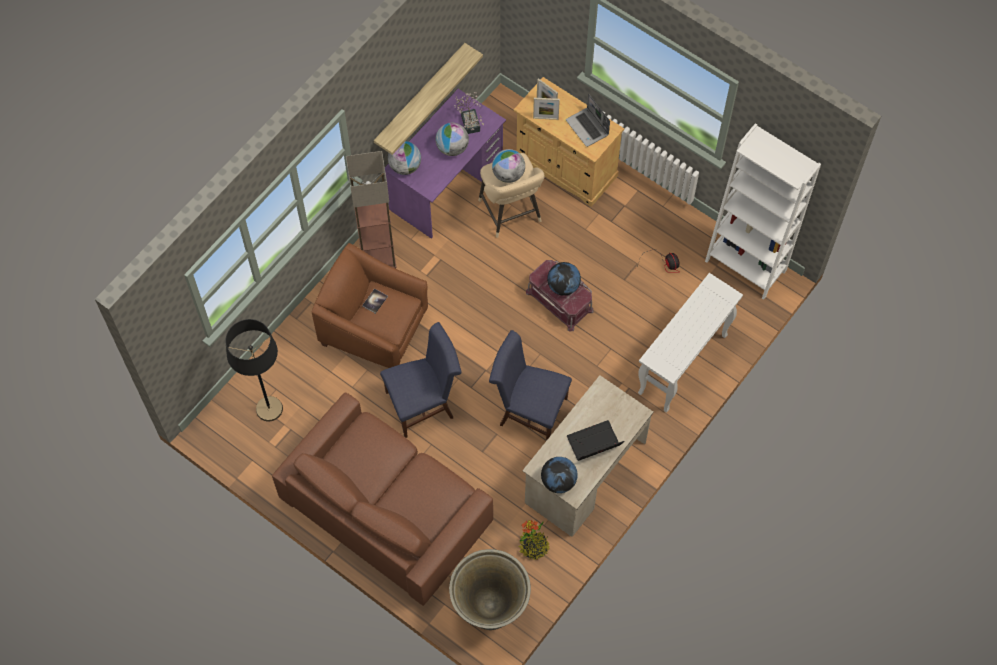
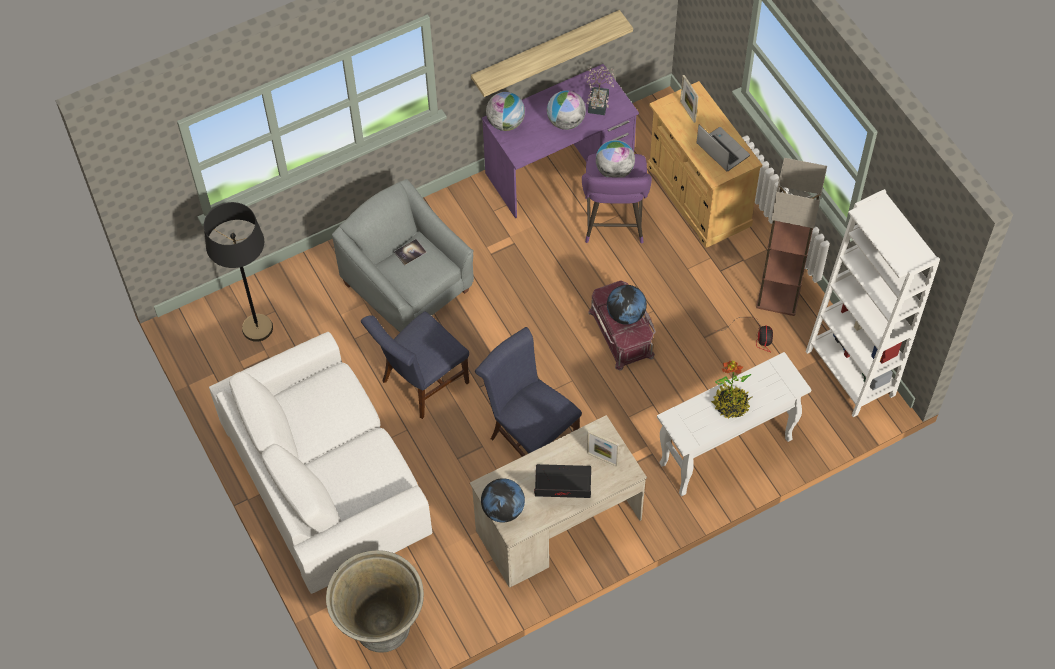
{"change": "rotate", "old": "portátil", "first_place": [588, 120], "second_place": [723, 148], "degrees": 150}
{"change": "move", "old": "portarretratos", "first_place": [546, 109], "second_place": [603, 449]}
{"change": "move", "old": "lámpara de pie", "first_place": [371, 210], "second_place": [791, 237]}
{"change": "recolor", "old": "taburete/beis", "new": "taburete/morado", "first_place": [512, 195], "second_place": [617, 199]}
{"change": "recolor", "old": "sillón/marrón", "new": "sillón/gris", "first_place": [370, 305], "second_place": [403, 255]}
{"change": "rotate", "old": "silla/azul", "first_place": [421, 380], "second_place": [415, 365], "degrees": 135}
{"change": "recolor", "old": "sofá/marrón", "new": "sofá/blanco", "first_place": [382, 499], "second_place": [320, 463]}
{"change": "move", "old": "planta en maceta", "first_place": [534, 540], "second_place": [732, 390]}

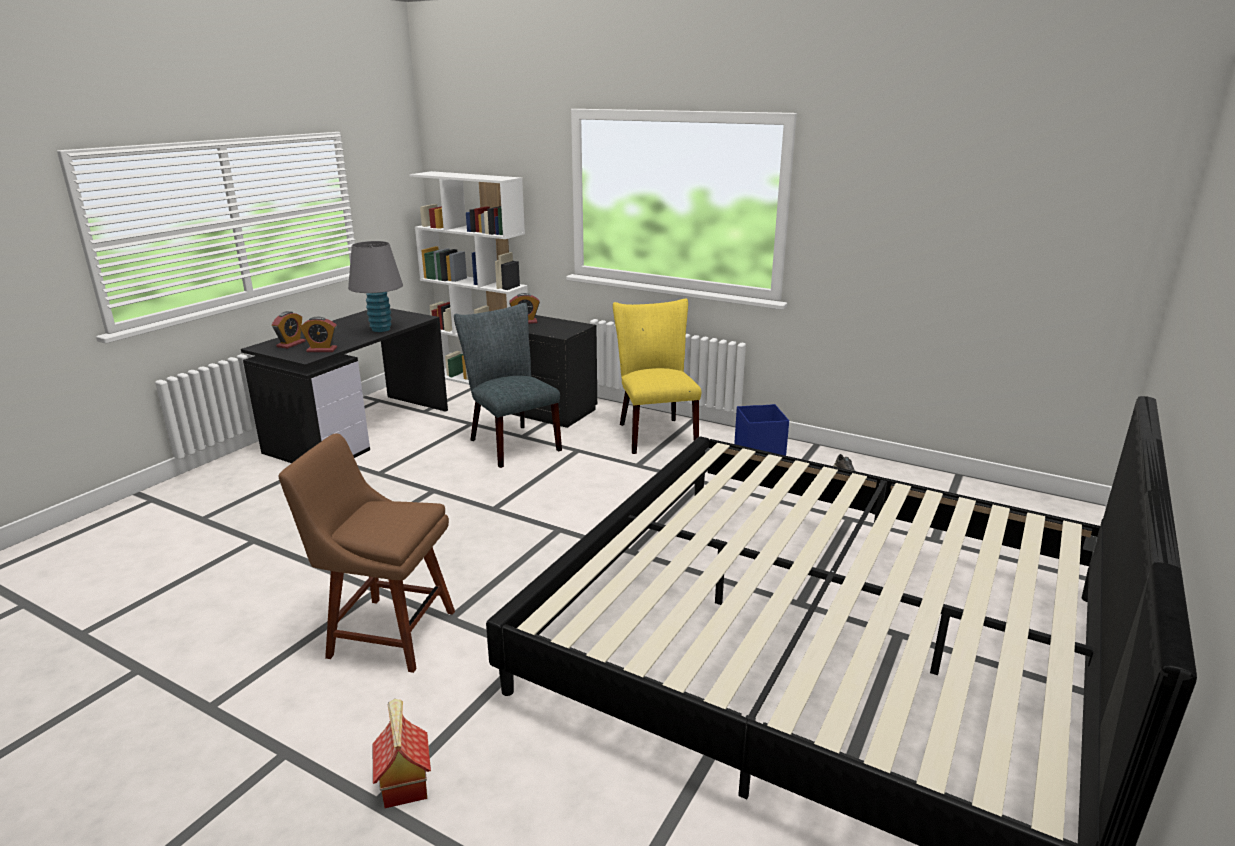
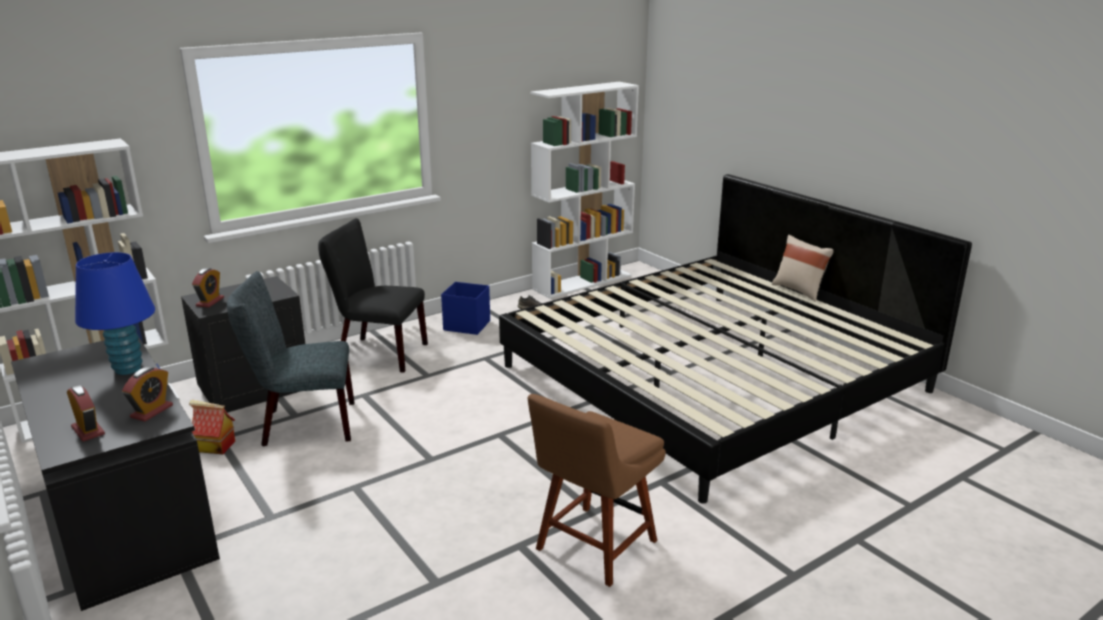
{"change": "recolor", "old": "lámpara de mesa/gris", "new": "lámpara de mesa/azul", "first_place": [375, 286], "second_place": [115, 313]}
{"change": "recolor", "old": "silla/amarillo", "new": "silla/negro", "first_place": [657, 376], "second_place": [373, 295]}
{"change": "move", "old": "casita", "first_place": [401, 753], "second_place": [212, 427]}
{"change": "insert", "new": "estantería/blanco", "second_place": [584, 190]}
{"change": "insert", "new": "cojín/beis", "second_place": [802, 268]}

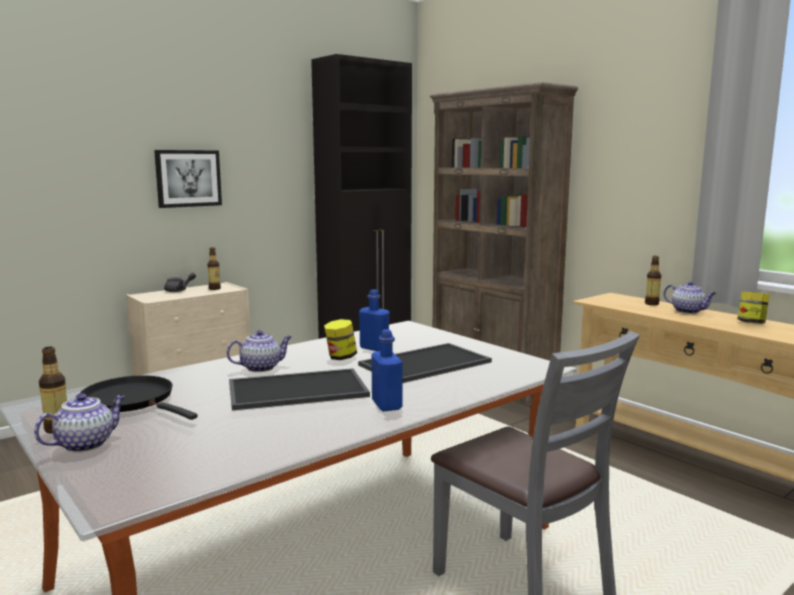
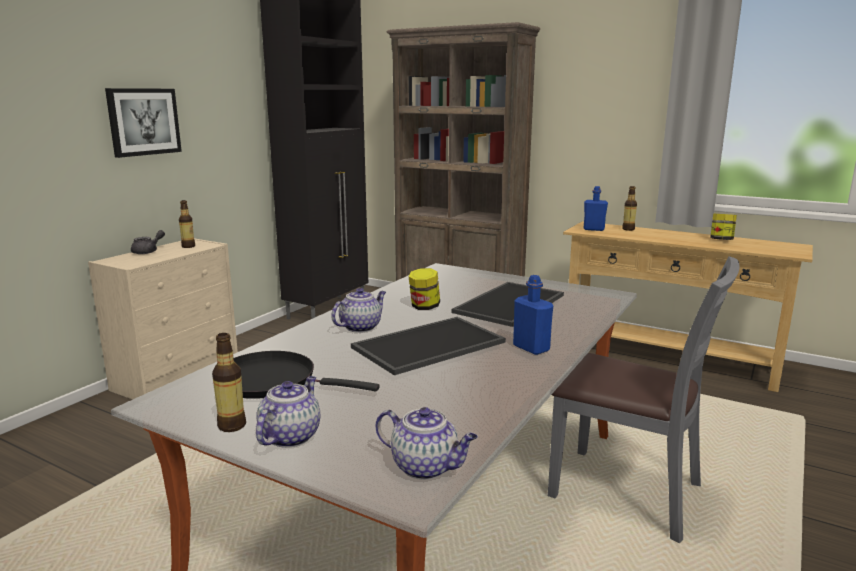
{"change": "move", "old": "tetera", "first_place": [690, 297], "second_place": [426, 443]}
{"change": "move", "old": "botella/azul", "first_place": [374, 320], "second_place": [596, 208]}

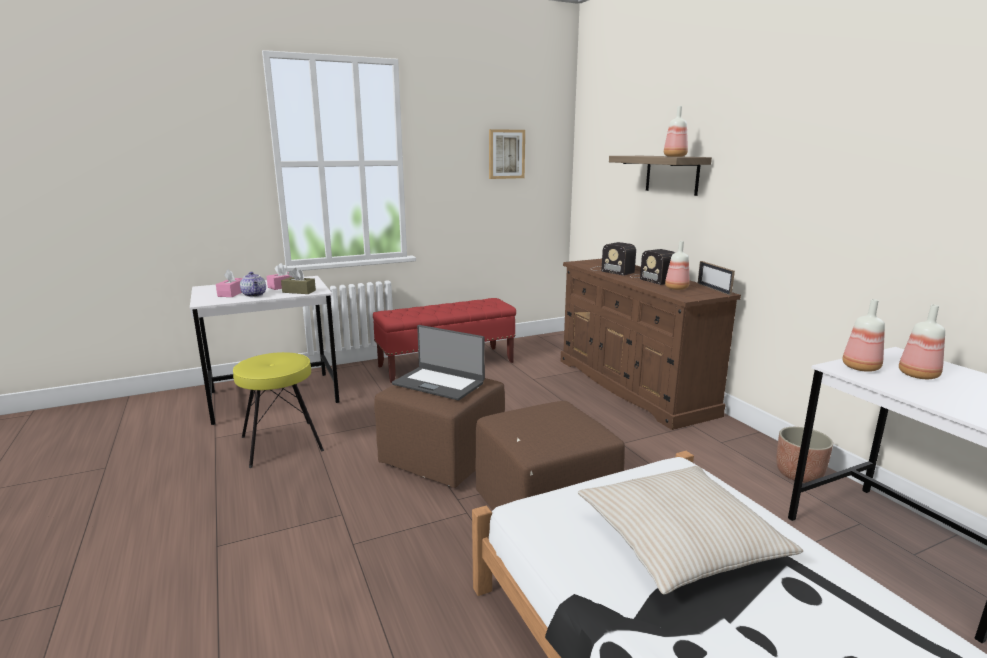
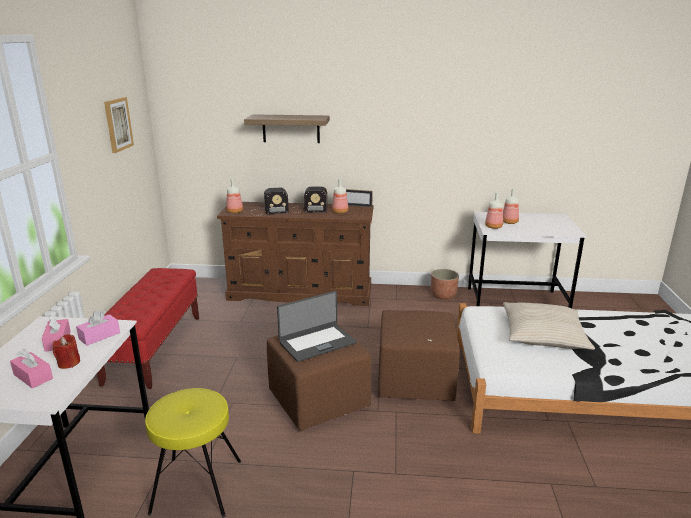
{"change": "move", "old": "botella", "first_place": [676, 131], "second_place": [234, 196]}
{"change": "recolor", "old": "caja de pañuelos/marrón", "new": "caja de pañuelos/rosa", "first_place": [298, 281], "second_place": [98, 328]}
{"change": "replace", "old": "tetera", "new": "vela/rojo", "first_place": [253, 284], "second_place": [66, 351]}

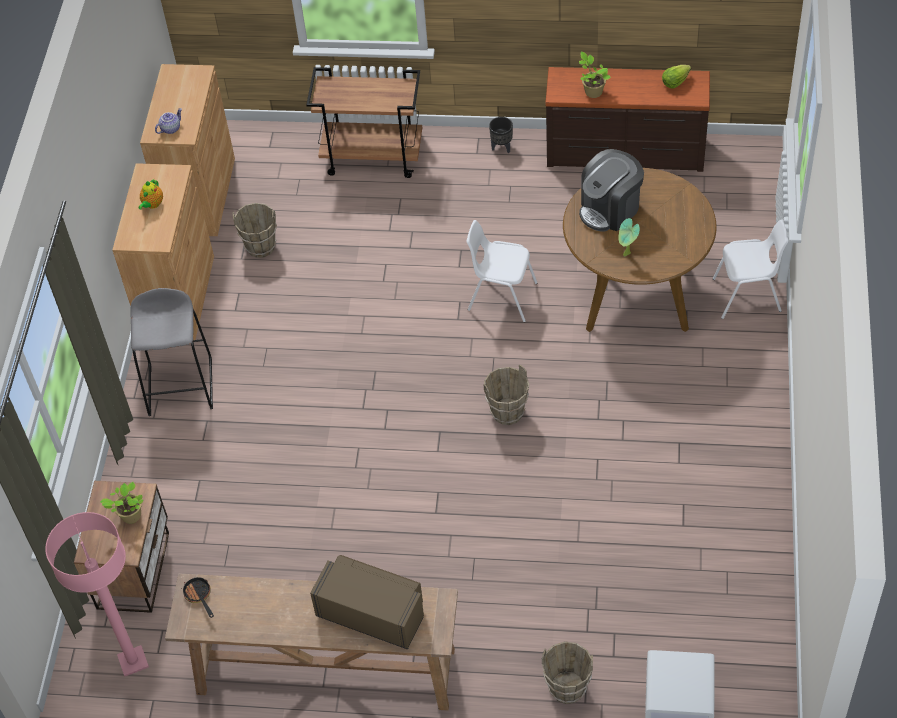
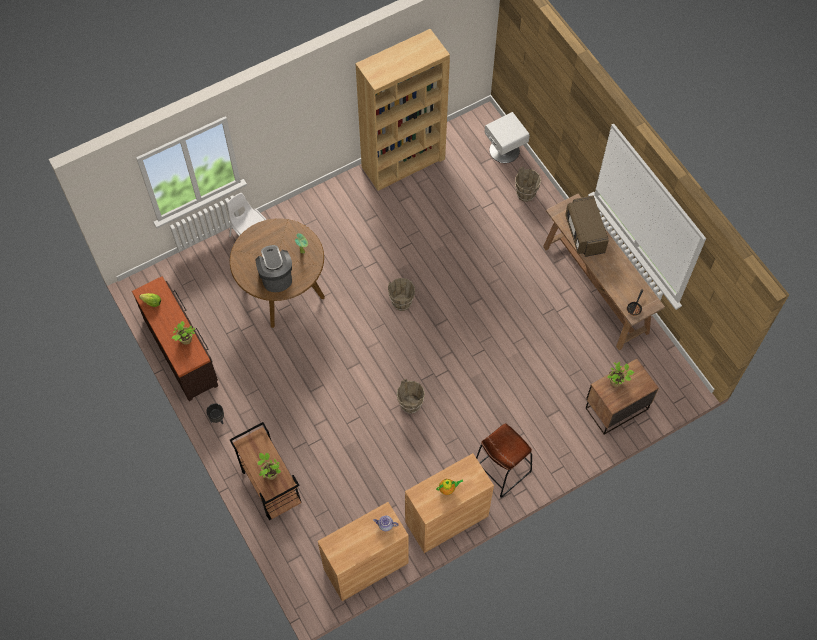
{"change": "rotate", "old": "cafetera", "first_place": [611, 190], "second_place": [273, 268], "degrees": -120}
{"change": "move", "old": "cubo/marrón", "first_place": [255, 230], "second_place": [411, 396]}
{"change": "delete", "old": "silla/blanco", "first_place": [502, 271]}
{"change": "recolor", "old": "taburete/gris", "new": "taburete/marrón", "first_place": [171, 352], "second_place": [504, 460]}
{"change": "delete", "old": "lámpara de pie/rosa", "first_place": [97, 594]}
{"change": "insert", "new": "estantería/marrón", "second_place": [402, 110]}
{"change": "insert", "new": "planta en maceta", "second_place": [269, 466]}

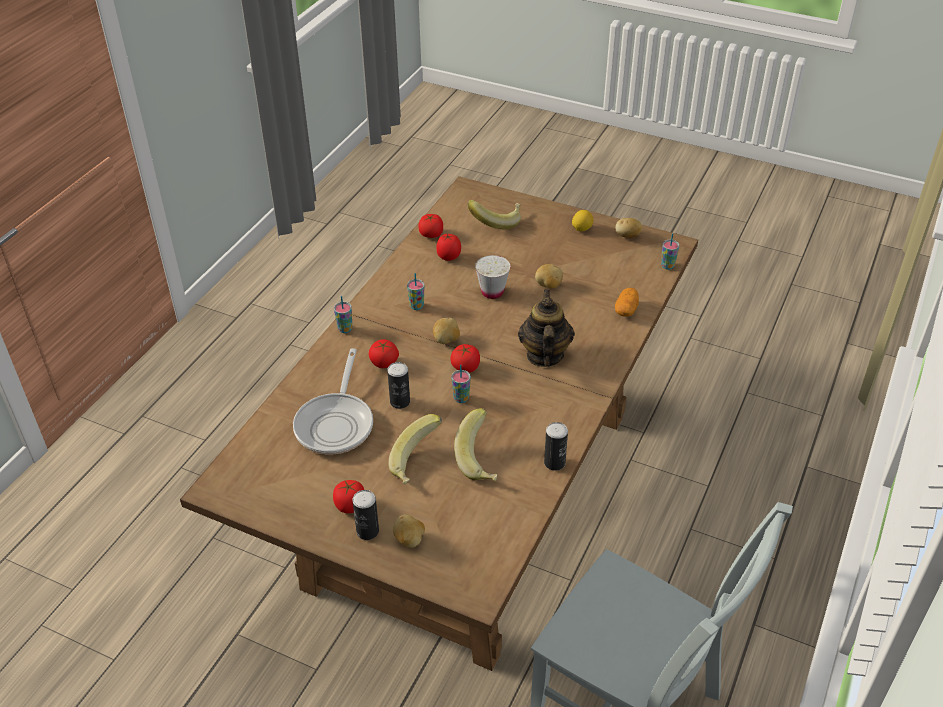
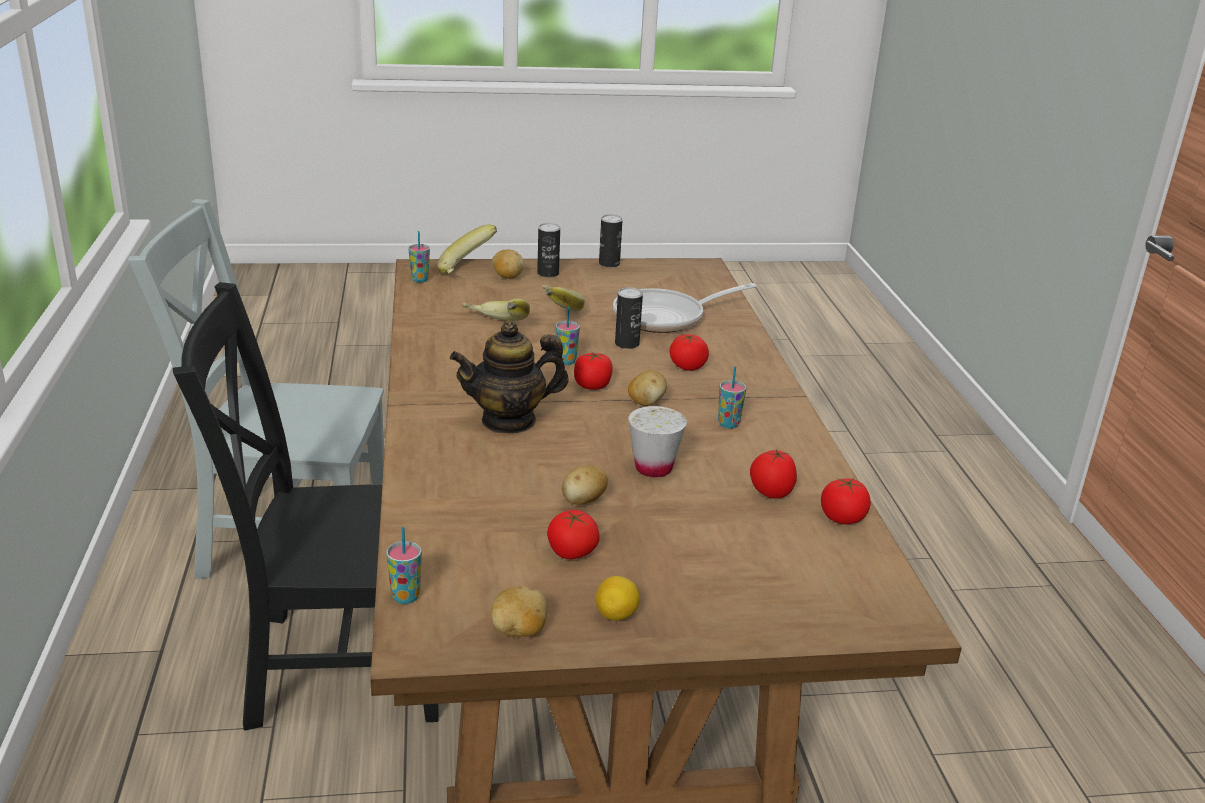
{"change": "move", "old": "plátano", "first_place": [494, 214], "second_place": [467, 249]}
{"change": "delete", "old": "patata", "first_place": [627, 302]}
{"change": "rotate", "old": "tetera", "first_place": [546, 328], "second_place": [509, 377], "degrees": 105}
{"change": "move", "old": "taza", "first_place": [343, 314], "second_place": [419, 257]}
{"change": "rotate", "old": "sartén", "first_place": [333, 401], "second_place": [684, 308], "degrees": -90}
{"change": "move", "old": "lata", "first_place": [556, 446], "second_place": [610, 241]}
{"change": "move", "old": "tomate", "first_place": [348, 497], "second_place": [573, 534]}
{"change": "insert", "new": "silla/negro", "second_place": [305, 506]}

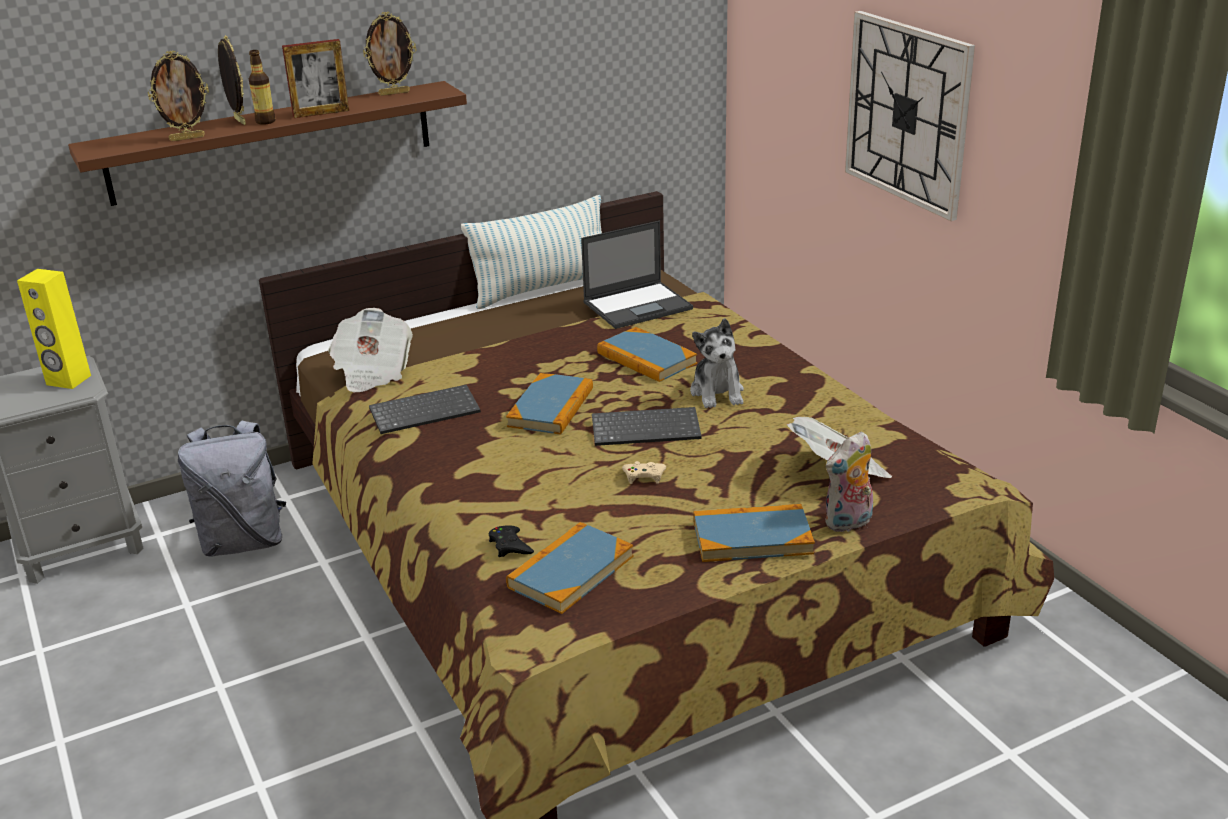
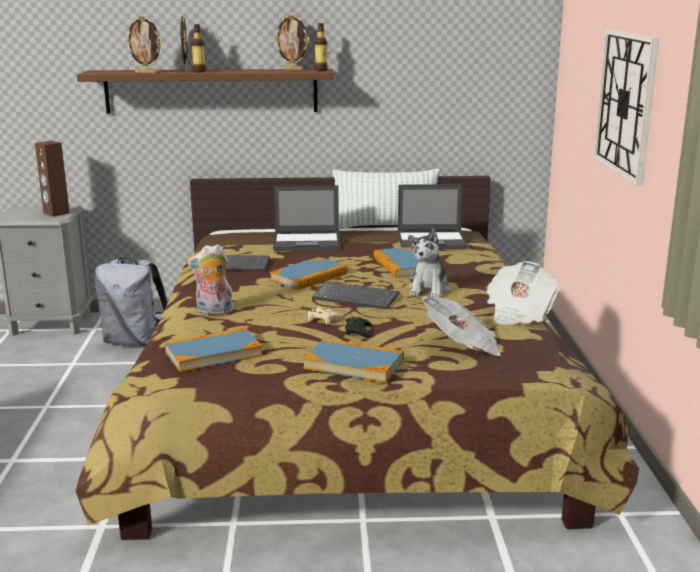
{"change": "delete", "old": "portarretratos", "first_place": [315, 78]}
{"change": "recolor", "old": "altavoz/amarillo", "new": "altavoz/marrón", "first_place": [54, 329], "second_place": [52, 179]}
{"change": "move", "old": "periódico", "first_place": [370, 350], "second_place": [523, 293]}
{"change": "move", "old": "peluche", "first_place": [849, 482], "second_place": [210, 279]}
{"change": "move", "old": "mando de consola/negro", "first_place": [511, 541], "second_place": [358, 327]}
{"change": "insert", "new": "botella", "second_place": [321, 47]}
{"change": "insert", "new": "portátil", "second_place": [306, 218]}

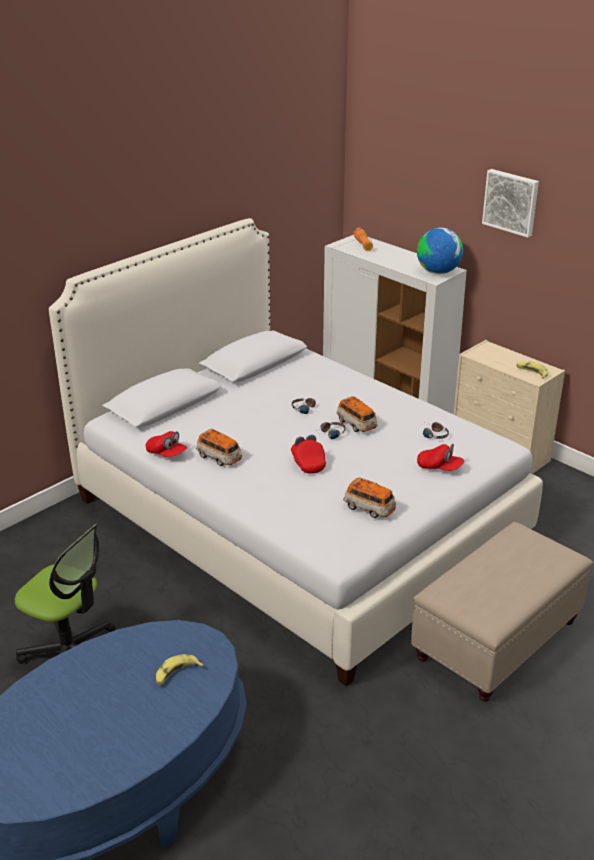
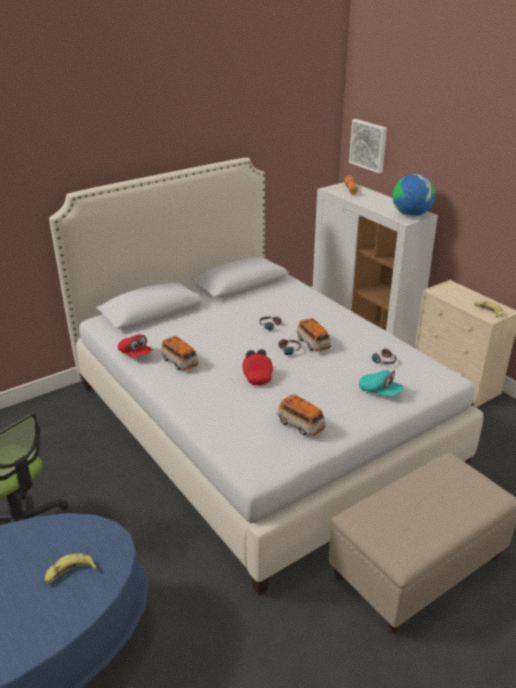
{"change": "move", "old": "cuadro", "first_place": [510, 203], "second_place": [368, 146]}
{"change": "recolor", "old": "gorra/rojo", "new": "gorra/turquesa", "first_place": [440, 457], "second_place": [381, 383]}

